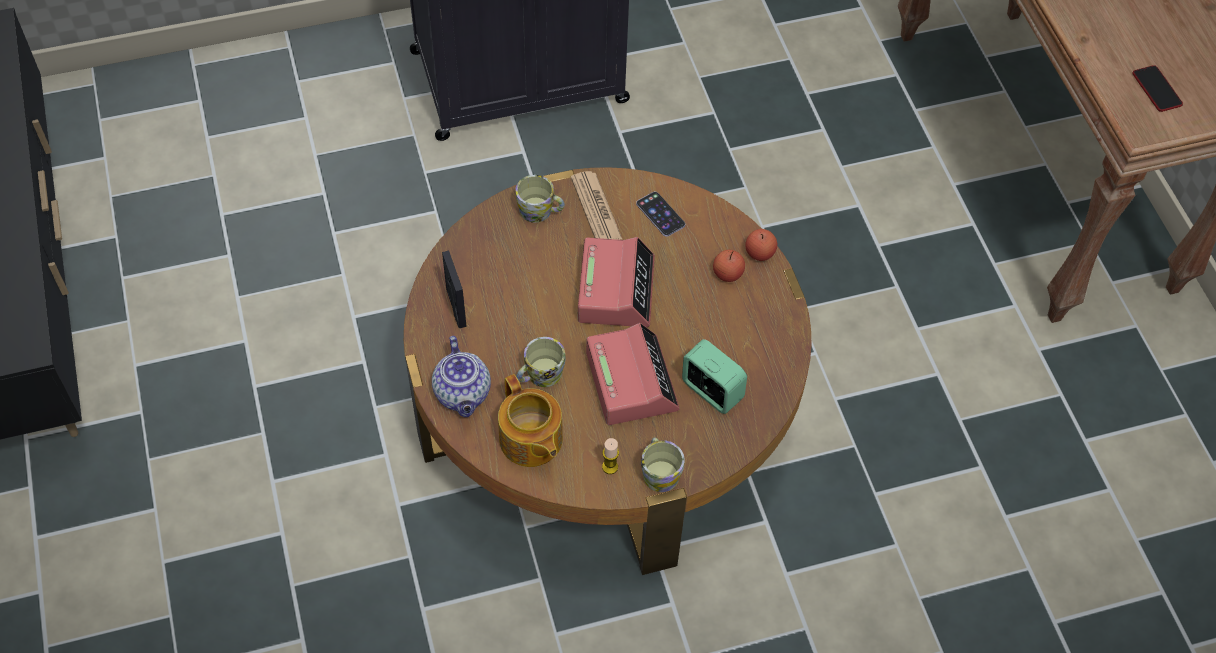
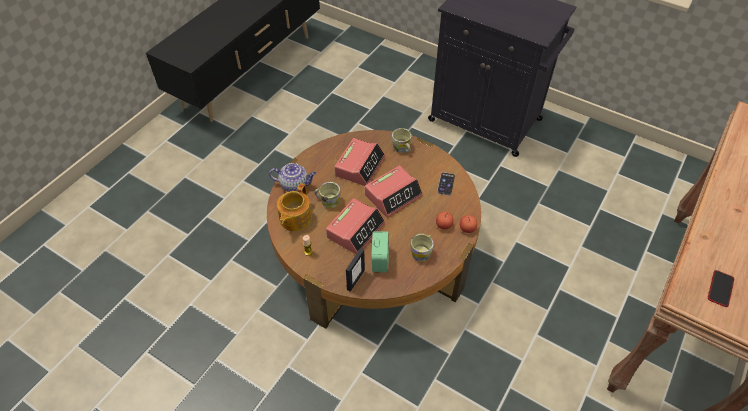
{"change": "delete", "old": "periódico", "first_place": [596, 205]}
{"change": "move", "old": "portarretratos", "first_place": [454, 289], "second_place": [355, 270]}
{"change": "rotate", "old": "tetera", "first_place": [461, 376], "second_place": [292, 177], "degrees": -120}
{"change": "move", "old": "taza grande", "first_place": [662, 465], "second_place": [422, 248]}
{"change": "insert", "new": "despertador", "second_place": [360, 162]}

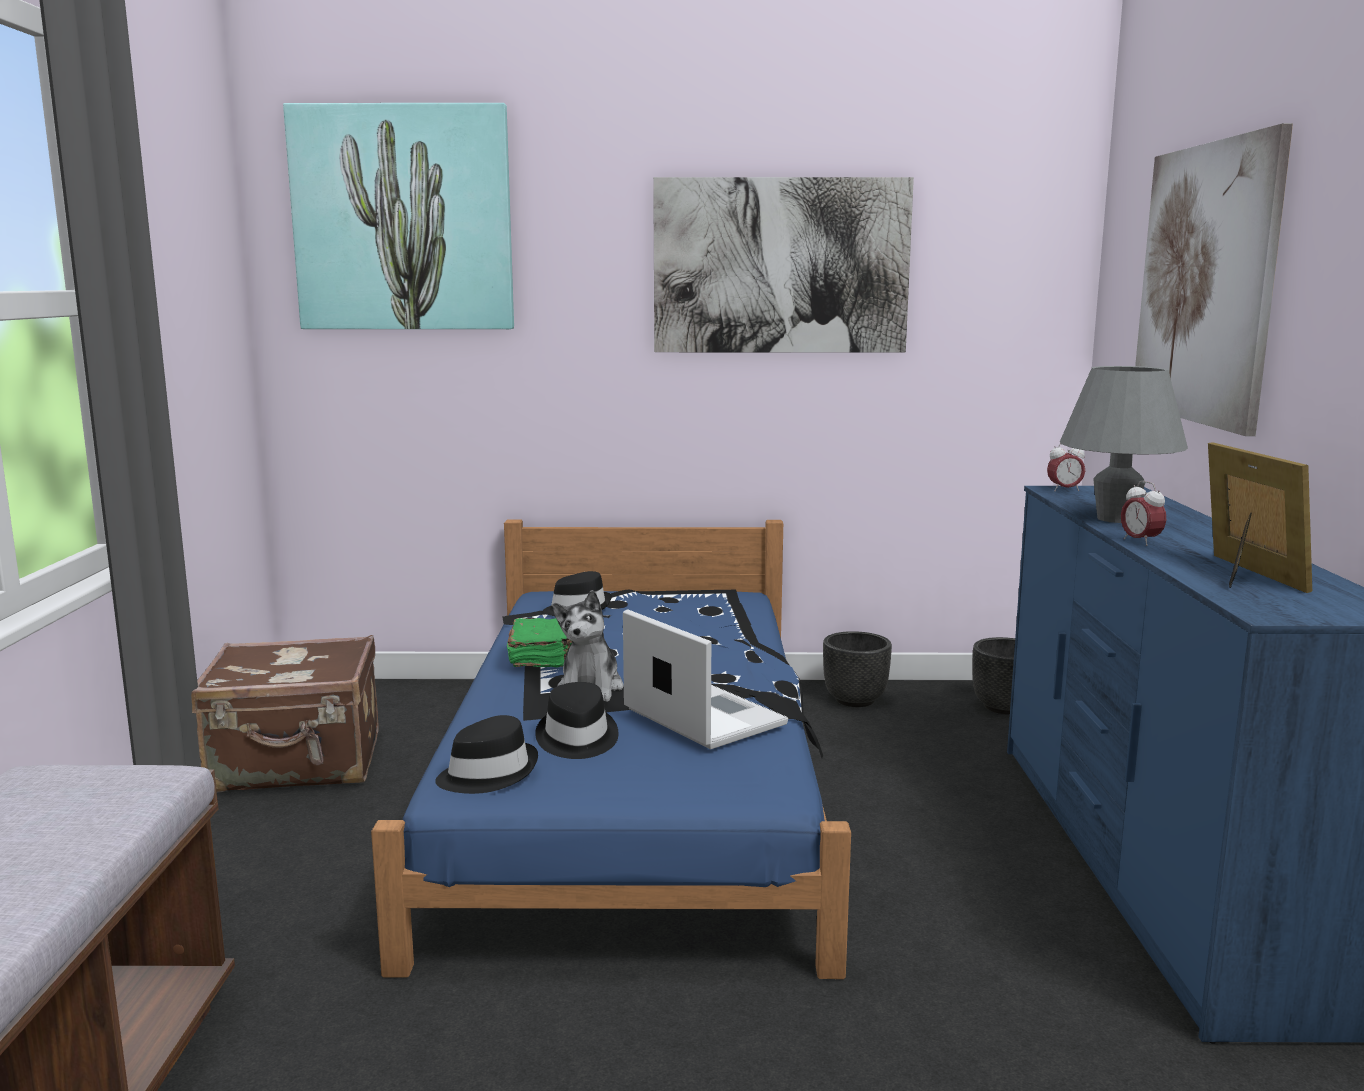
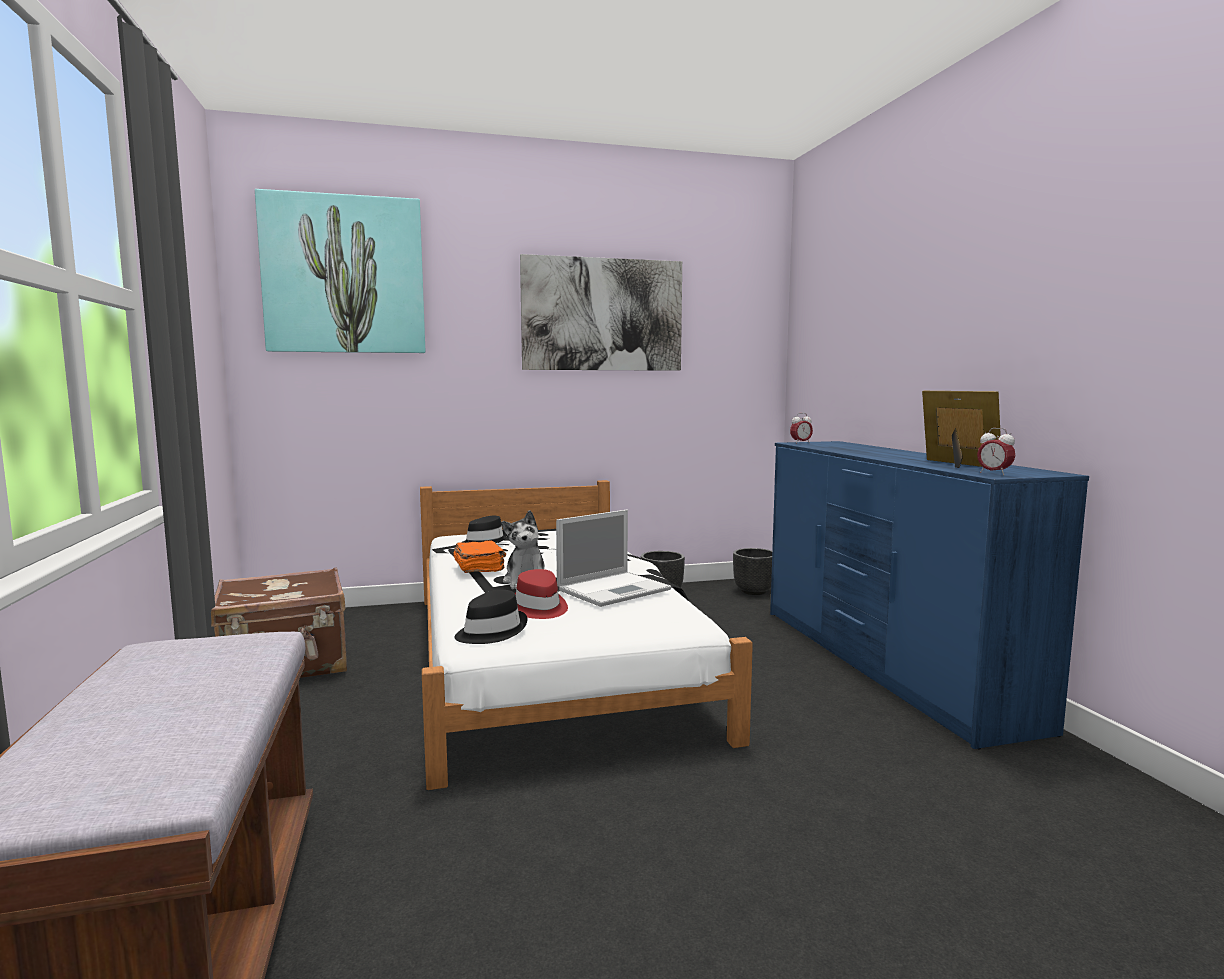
{"change": "delete", "old": "cuadro", "first_place": [1214, 279]}
{"change": "delete", "old": "lámpara de mesa/gris", "first_place": [1124, 444]}
{"change": "move", "old": "despertador", "first_place": [1143, 513], "second_place": [996, 451]}
{"change": "recolor", "old": "cama/azul", "new": "cama/blanco", "first_place": [611, 749], "second_place": [586, 635]}
{"change": "rotate", "old": "portátil", "first_place": [705, 679], "second_place": [613, 558], "degrees": 105}
{"change": "recolor", "old": "libro/verde", "new": "libro/naranja", "first_place": [539, 643], "second_place": [479, 557]}
{"change": "recolor", "old": "sombrero/negro", "new": "sombrero/rojo", "first_place": [576, 720], "second_place": [541, 594]}

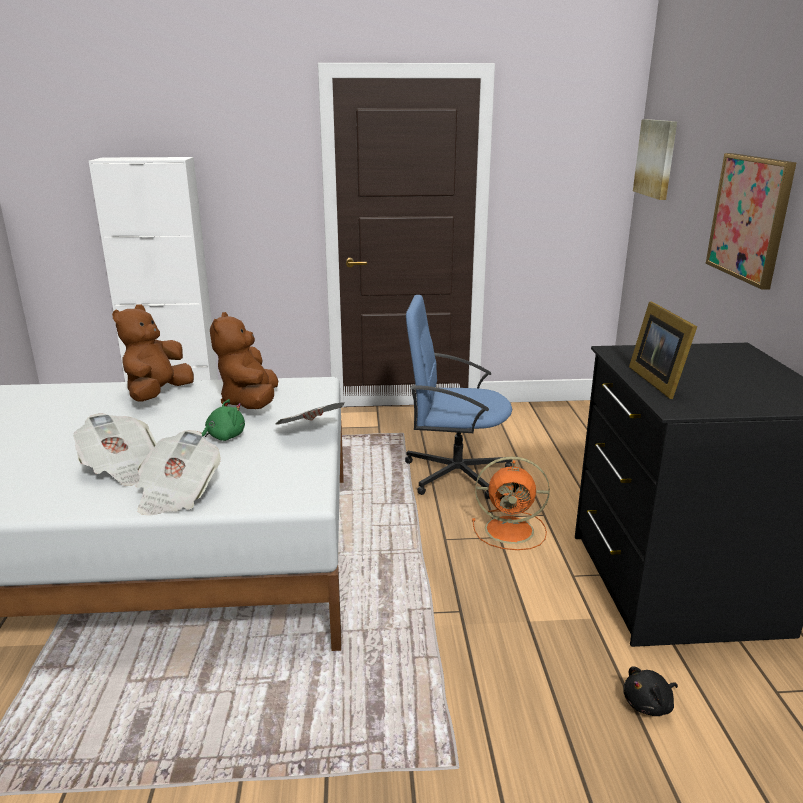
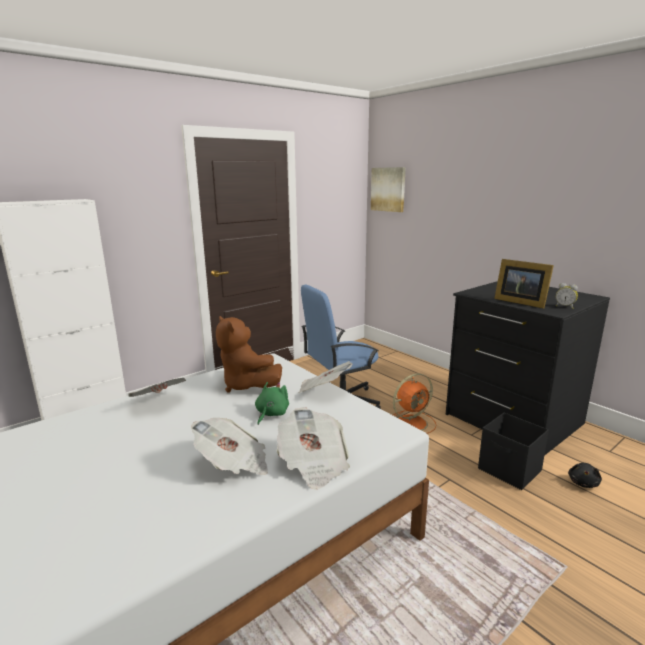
{"change": "delete", "old": "cuadro", "first_place": [751, 221]}
{"change": "replace", "old": "peluche/marrón", "new": "periódico", "first_place": [153, 353], "second_place": [157, 387]}
{"change": "insert", "new": "despertador", "second_place": [567, 296]}
{"change": "insert", "new": "caja de almacenaje/negro", "second_place": [513, 451]}

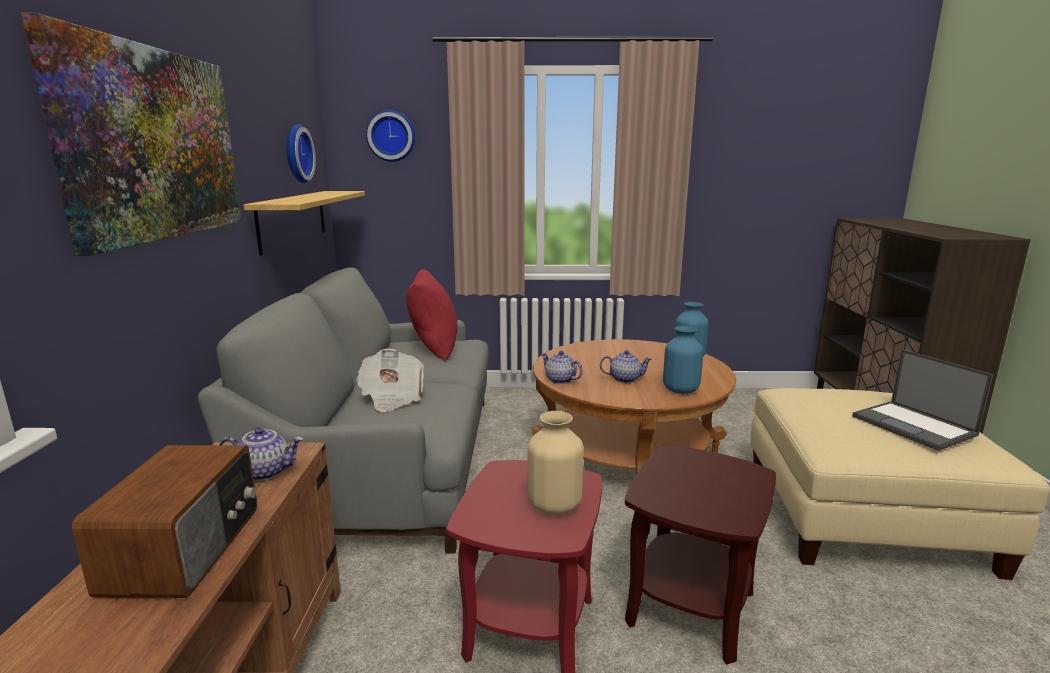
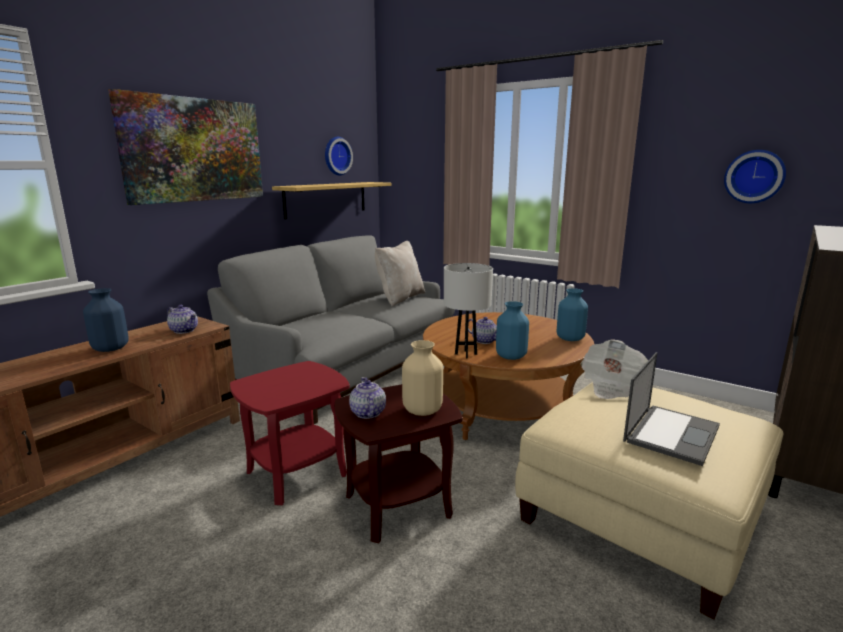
{"change": "move", "old": "reloj de pared", "first_place": [390, 136], "second_place": [755, 176]}
{"change": "recolor", "old": "cojín/rojo", "new": "cojín/beis", "first_place": [432, 315], "second_place": [400, 274]}
{"change": "move", "old": "periódico", "first_place": [390, 380], "second_place": [614, 369]}
{"change": "rotate", "old": "portátil", "first_place": [923, 400], "second_place": [671, 409], "degrees": -150}
{"change": "move", "old": "tetera", "first_place": [562, 367], "second_place": [367, 398]}
{"change": "move", "old": "florero/beis", "first_place": [555, 463], "second_place": [422, 378]}
{"change": "replace", "old": "radio", "new": "florero/azul", "first_place": [164, 521], "second_place": [106, 320]}
{"change": "insert", "new": "lámpara de mesa/blanco", "second_place": [468, 311]}

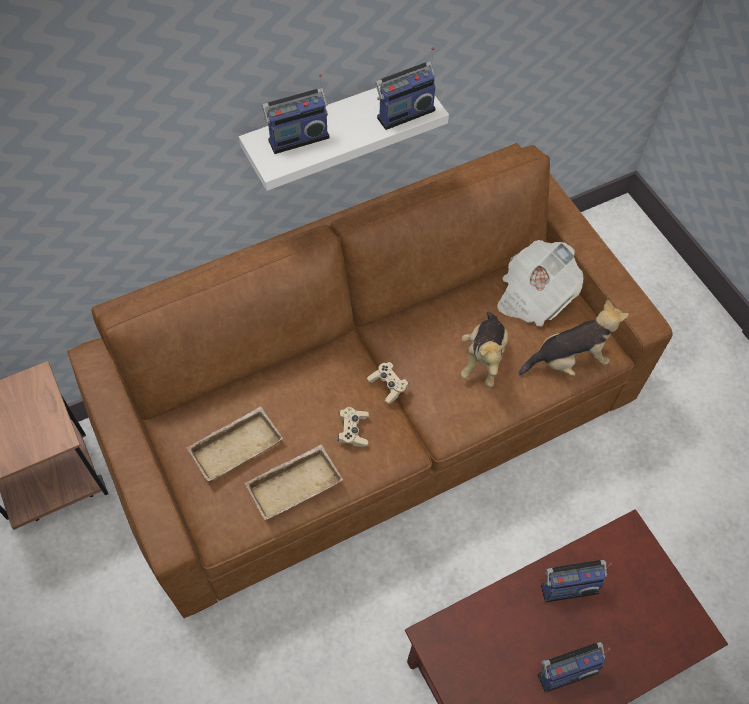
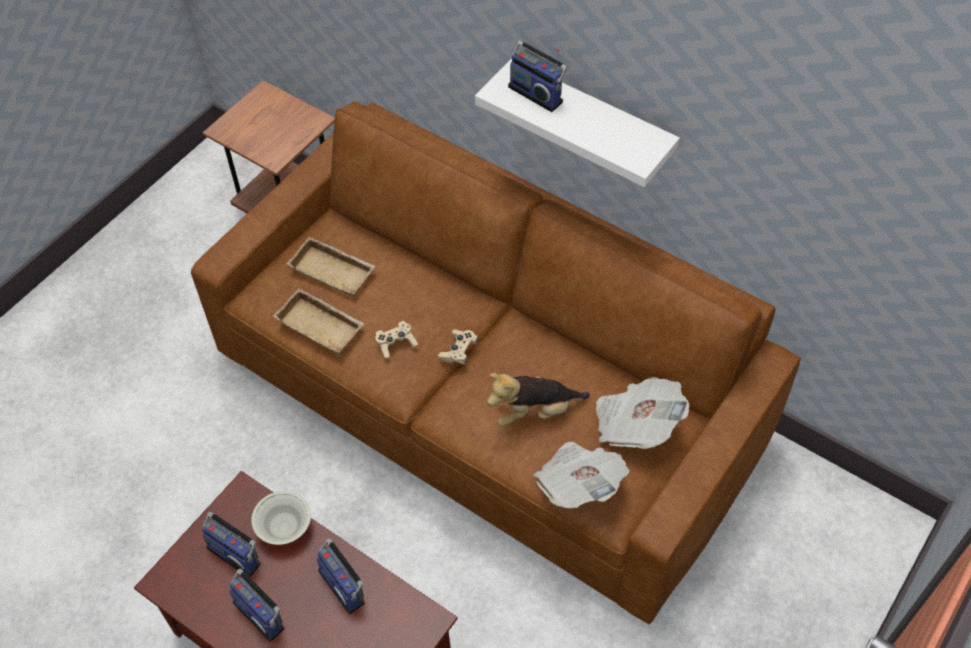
{"change": "move", "old": "radio", "first_place": [405, 88], "second_place": [231, 544]}
{"change": "replace", "old": "peluche", "new": "periódico", "first_place": [574, 337], "second_place": [581, 475]}
{"change": "insert", "new": "cuenco/blanco", "second_place": [281, 518]}

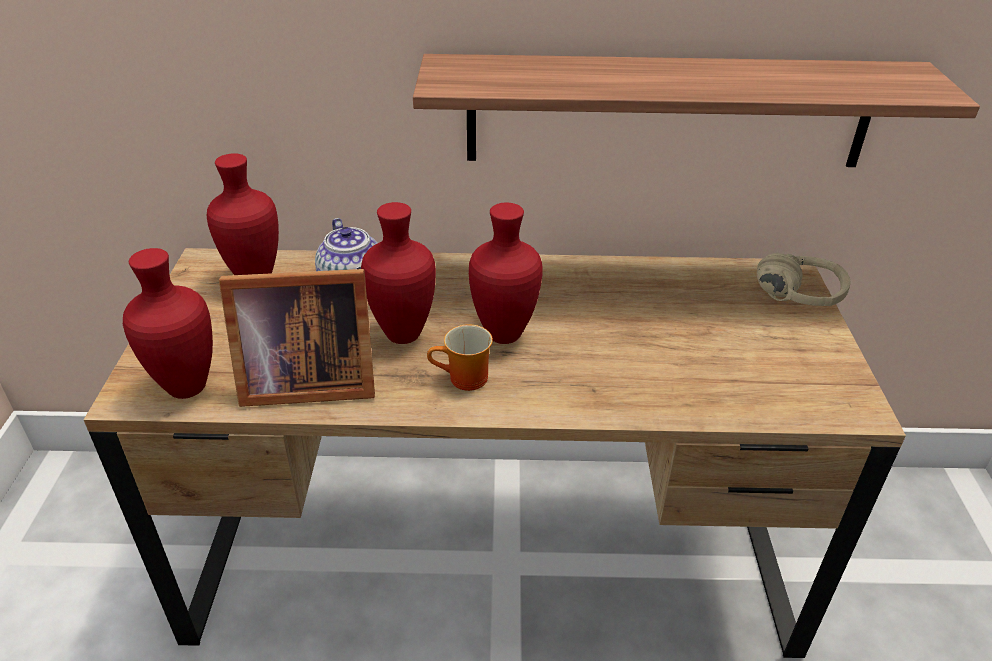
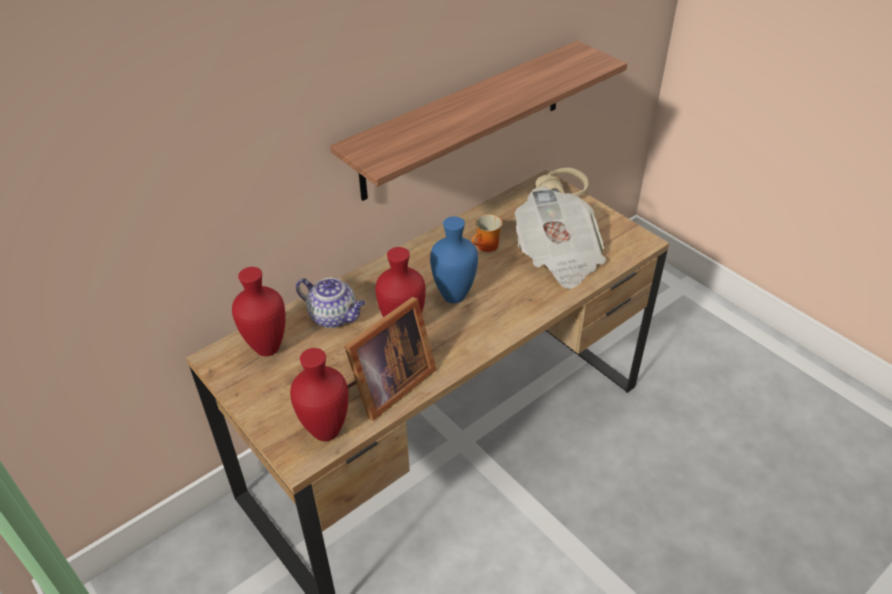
{"change": "recolor", "old": "florero/rojo", "new": "florero/azul", "first_place": [506, 273], "second_place": [454, 259]}
{"change": "move", "old": "taza grande", "first_place": [460, 358], "second_place": [487, 233]}
{"change": "insert", "new": "periódico", "second_place": [560, 238]}

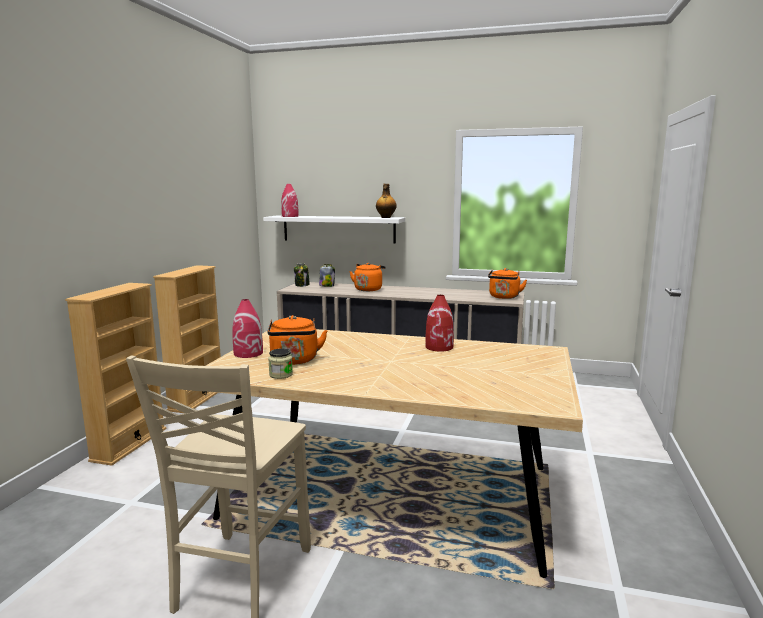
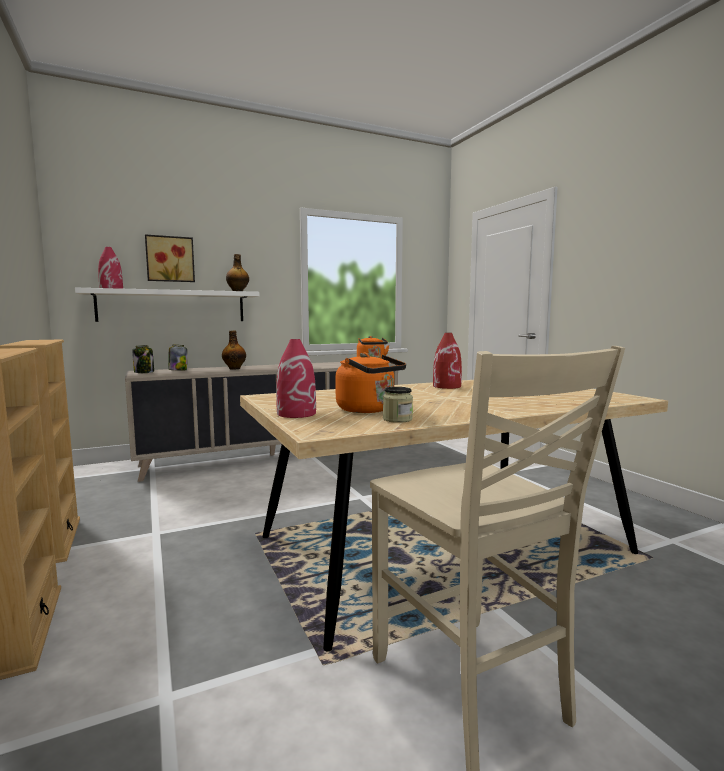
{"change": "replace", "old": "hervidor/naranja", "new": "botella", "first_place": [367, 277], "second_place": [234, 350]}
{"change": "insert", "new": "cuadro", "second_place": [170, 258]}

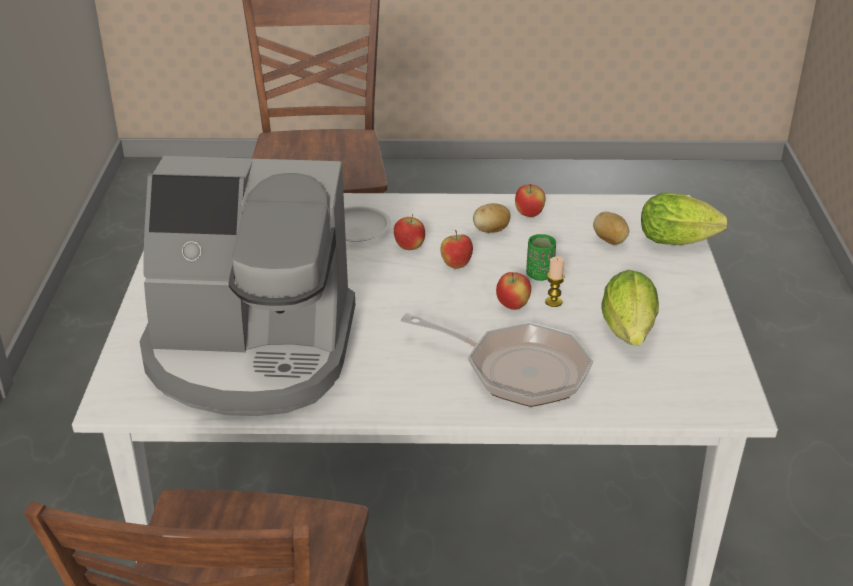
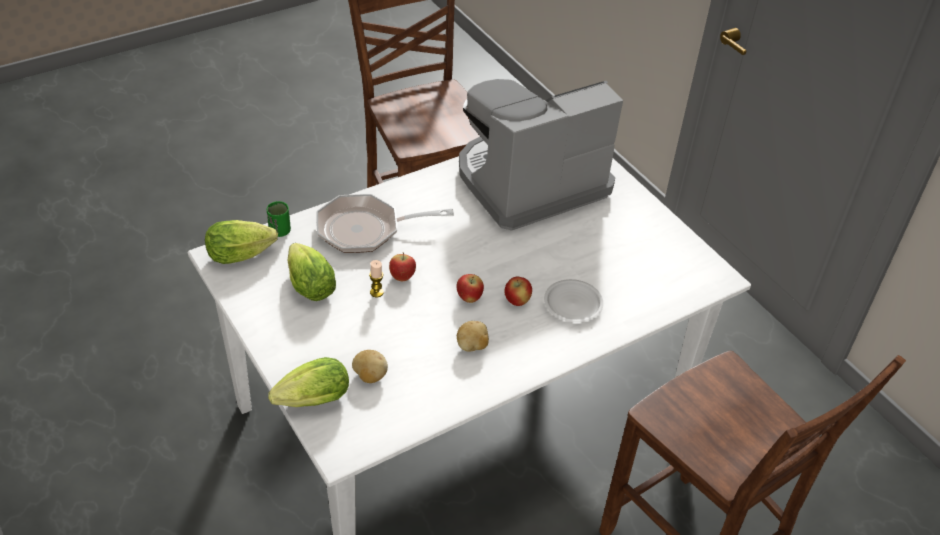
{"change": "delete", "old": "manzana", "first_place": [530, 200]}
{"change": "move", "old": "taza/verde", "first_place": [541, 257], "second_place": [279, 219]}
{"change": "insert", "new": "lechuga", "second_place": [241, 242]}

